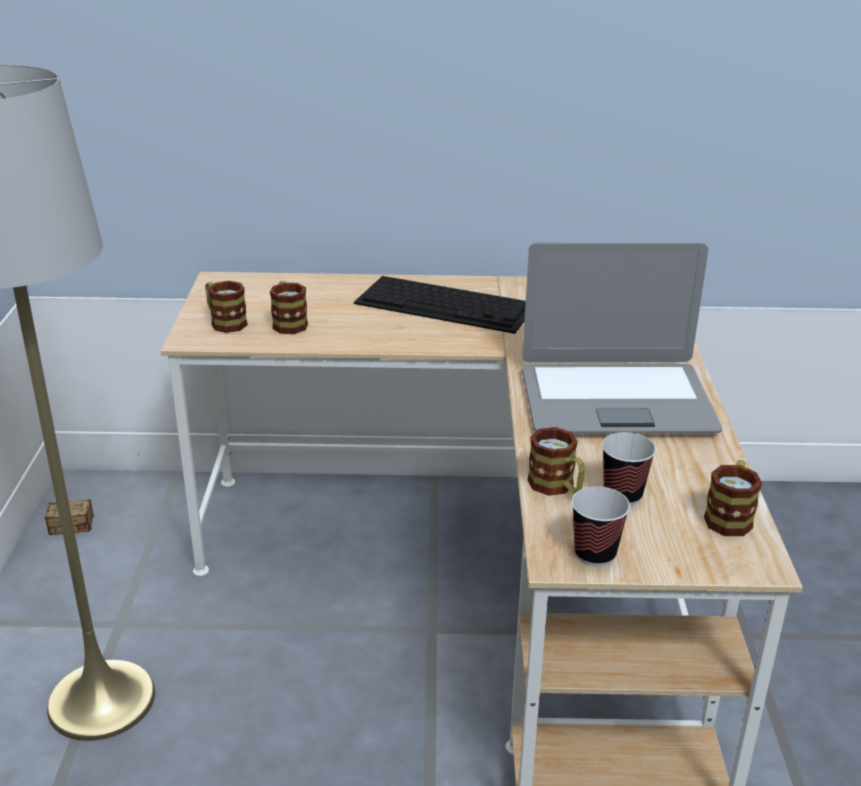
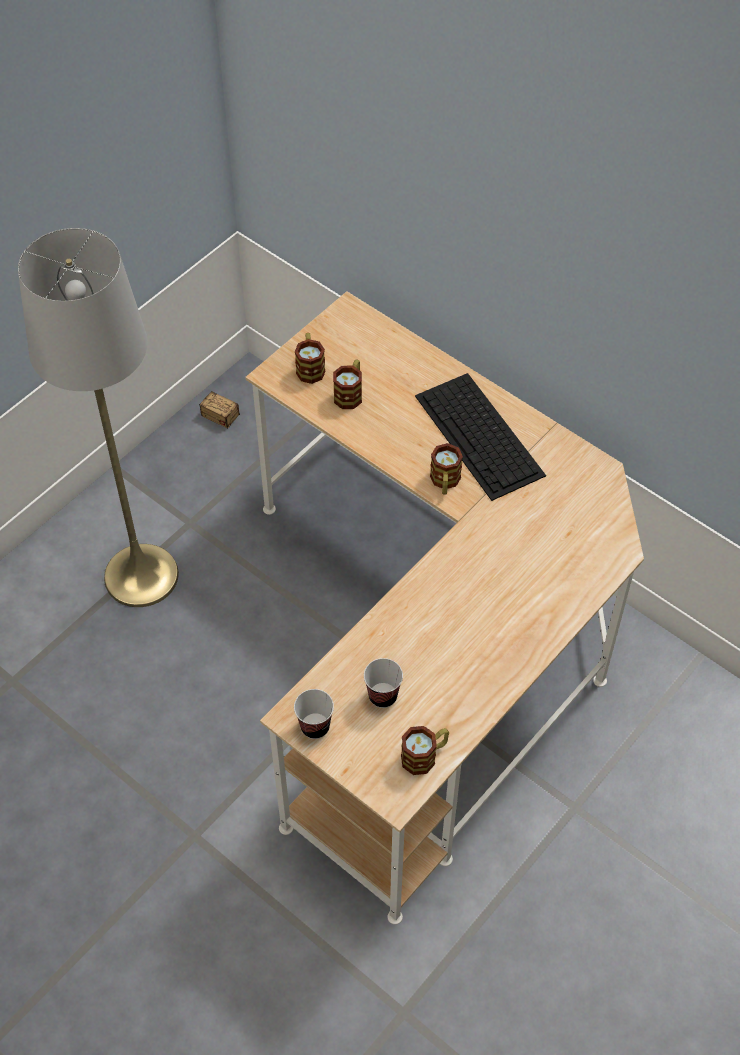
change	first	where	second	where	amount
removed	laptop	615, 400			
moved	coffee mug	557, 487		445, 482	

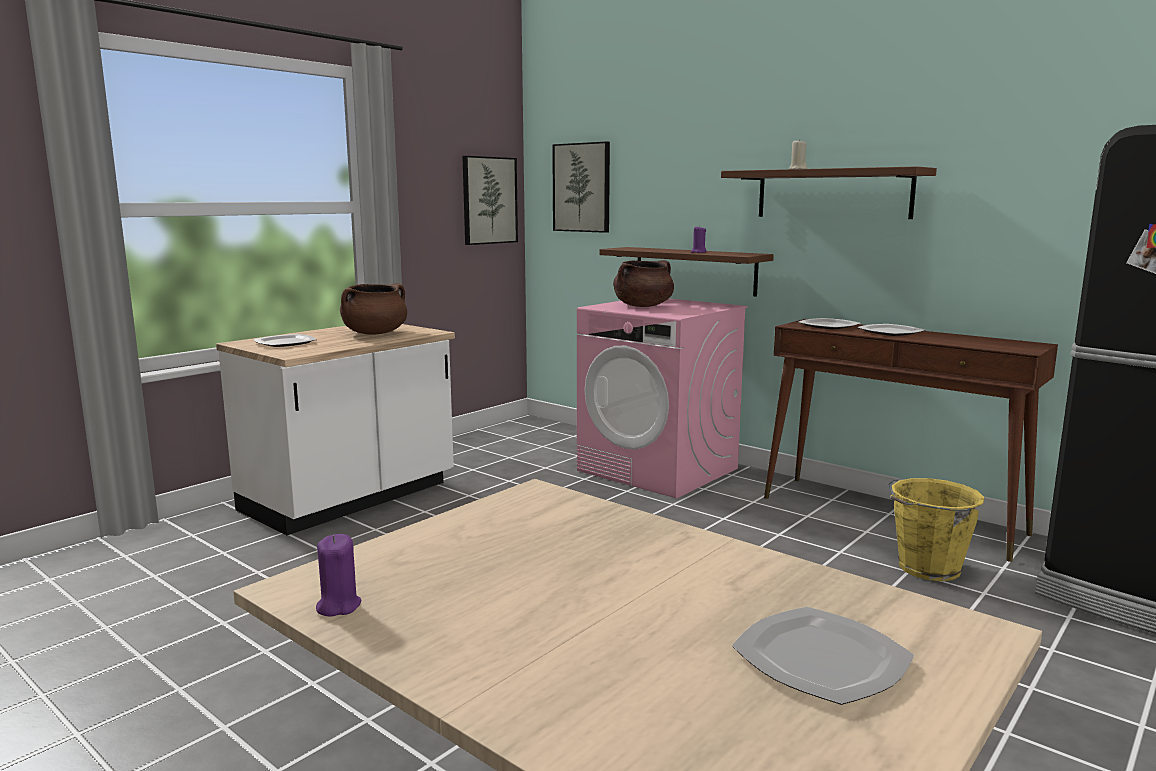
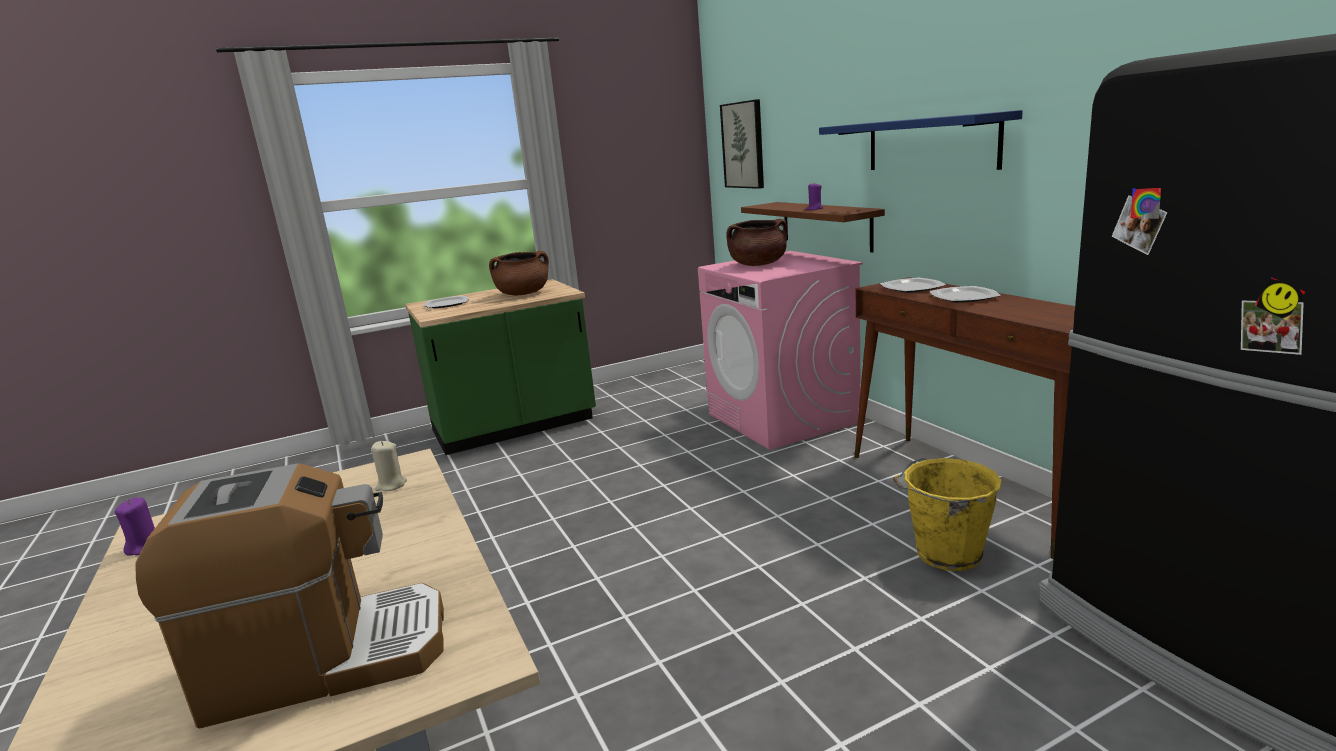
change	first	where	second	where	amount
recoloured	counter in whitish	350, 498	counter in greenish	514, 427	
removed	picture	489, 200			
recoloured	shelf in brown	833, 194	shelf in bluish	931, 143	
replaced	plate	819, 659	coffee machine	326, 658	
moved	wax light in beige	797, 169		391, 485	

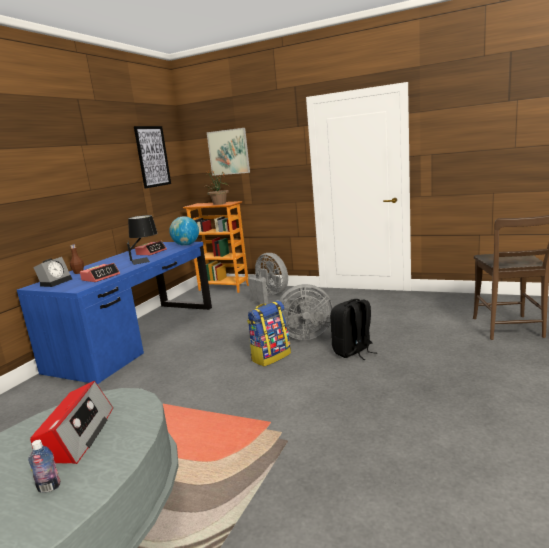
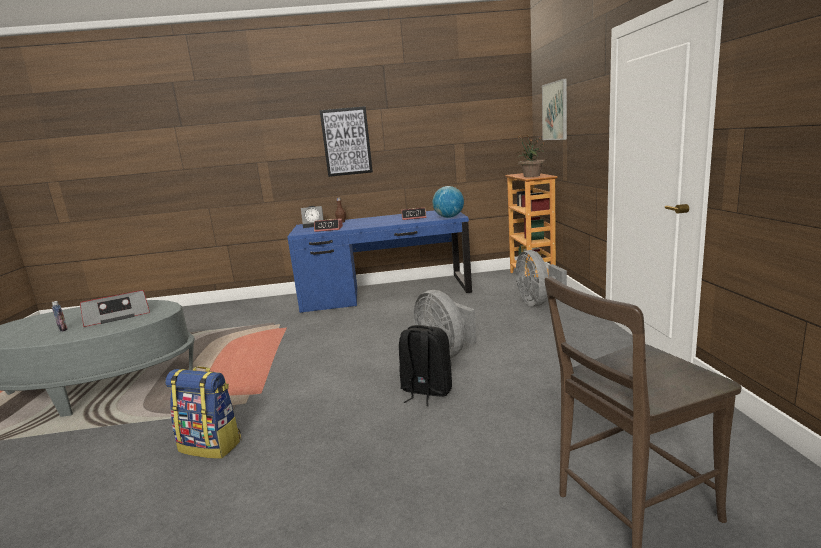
change	first	where	second	where	amount
removed	tabletop lamp in black-coloured	145, 260			
moved	picture	152, 156		346, 142	
moved	rucksack	270, 357		212, 445	
turned	electric fan in grey	270, 296		538, 303	150 degrees clockwise

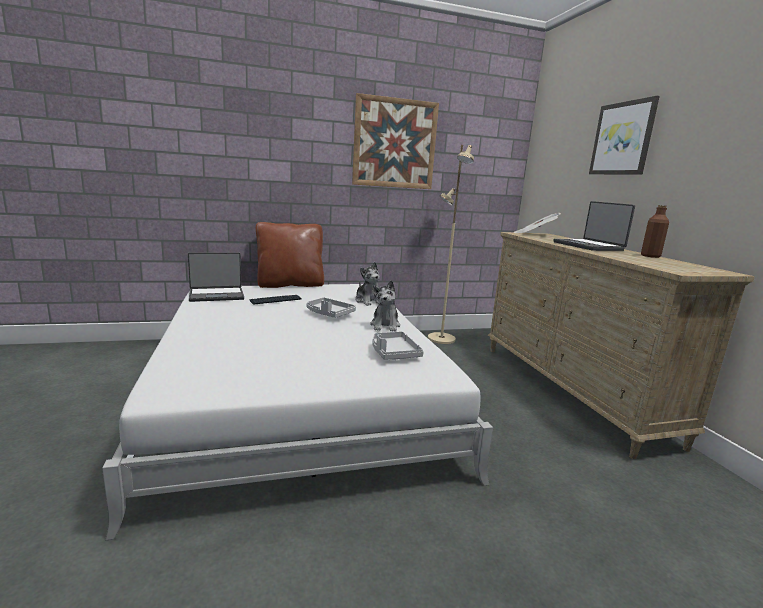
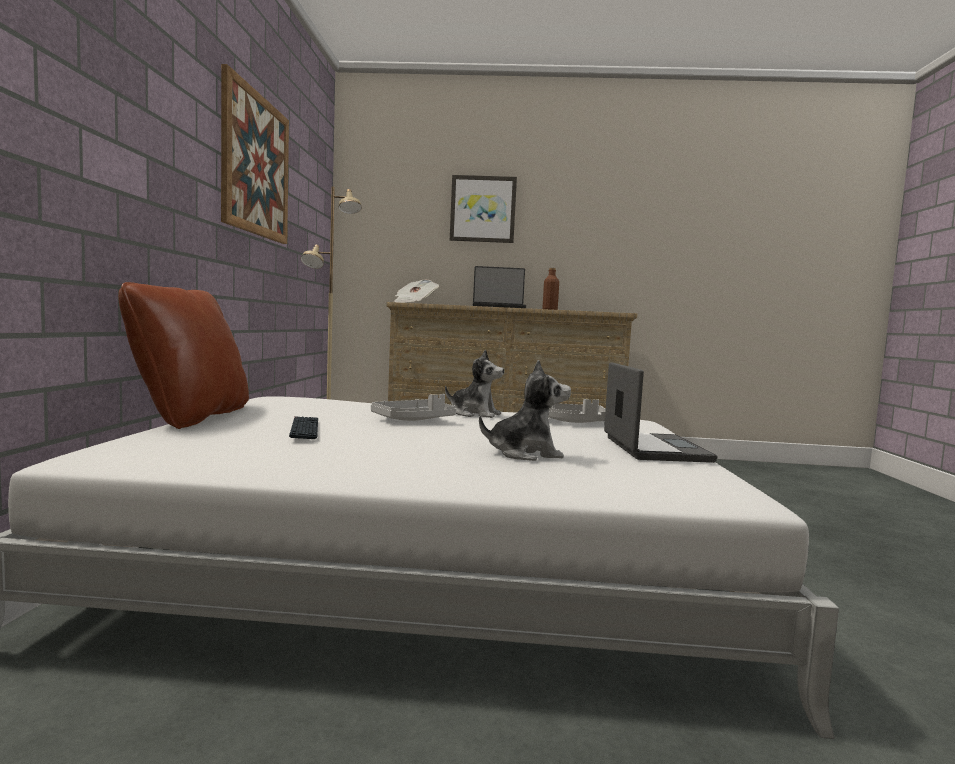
change	first	where	second	where	amount
moved	laptop	216, 295		652, 449	
moved	soft toy	368, 301		525, 454	

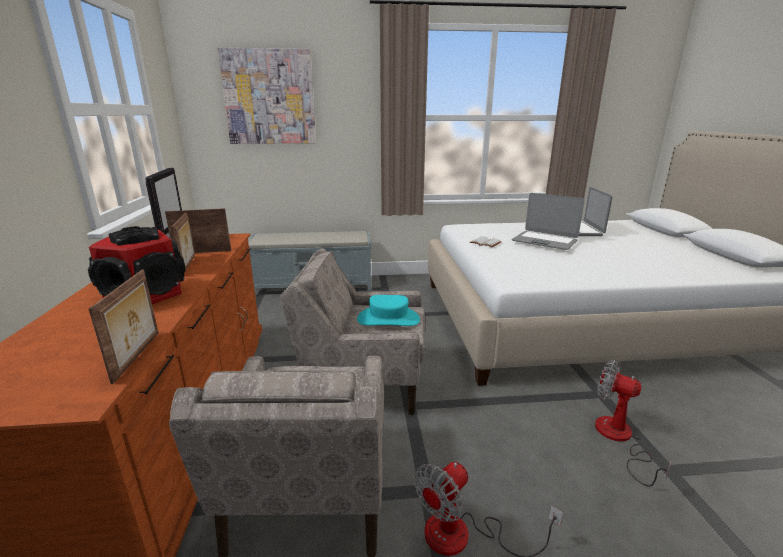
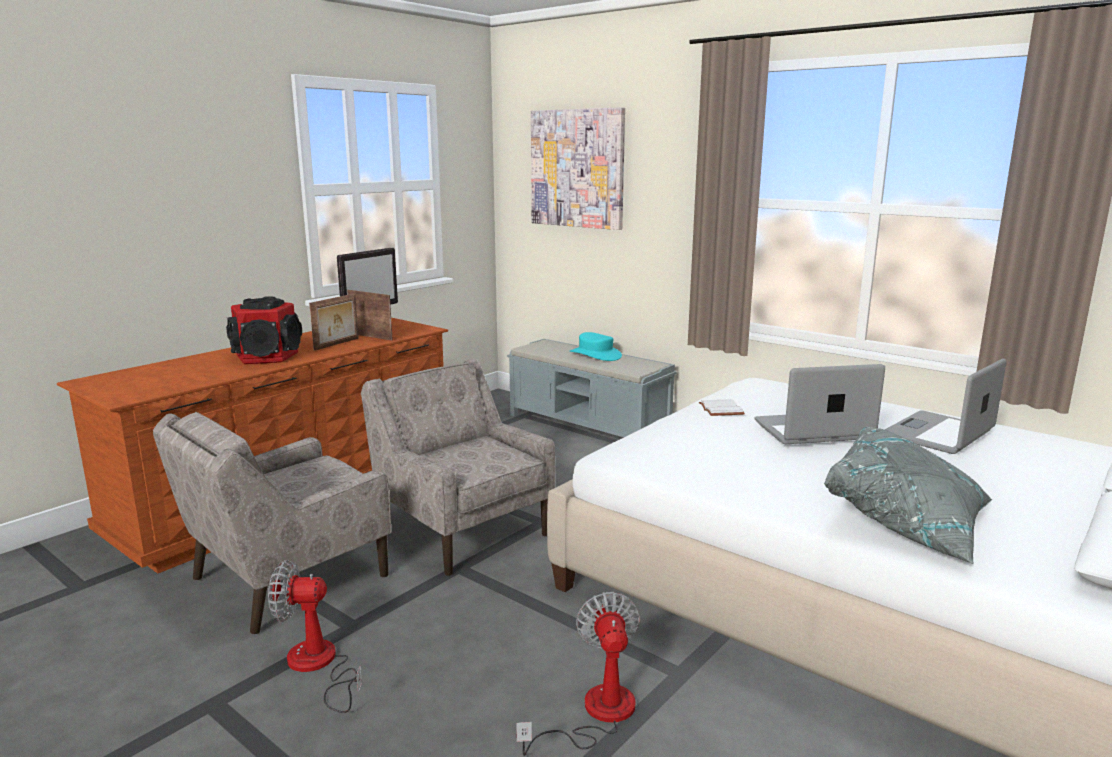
change	first	where	second	where	amount
removed	photo frame	139, 356			
moved	clothing hat in turquoise-coloured	388, 319		595, 354	
turned	laptop	544, 241		813, 431	90 degrees clockwise
added			pillow in grey	907, 522	

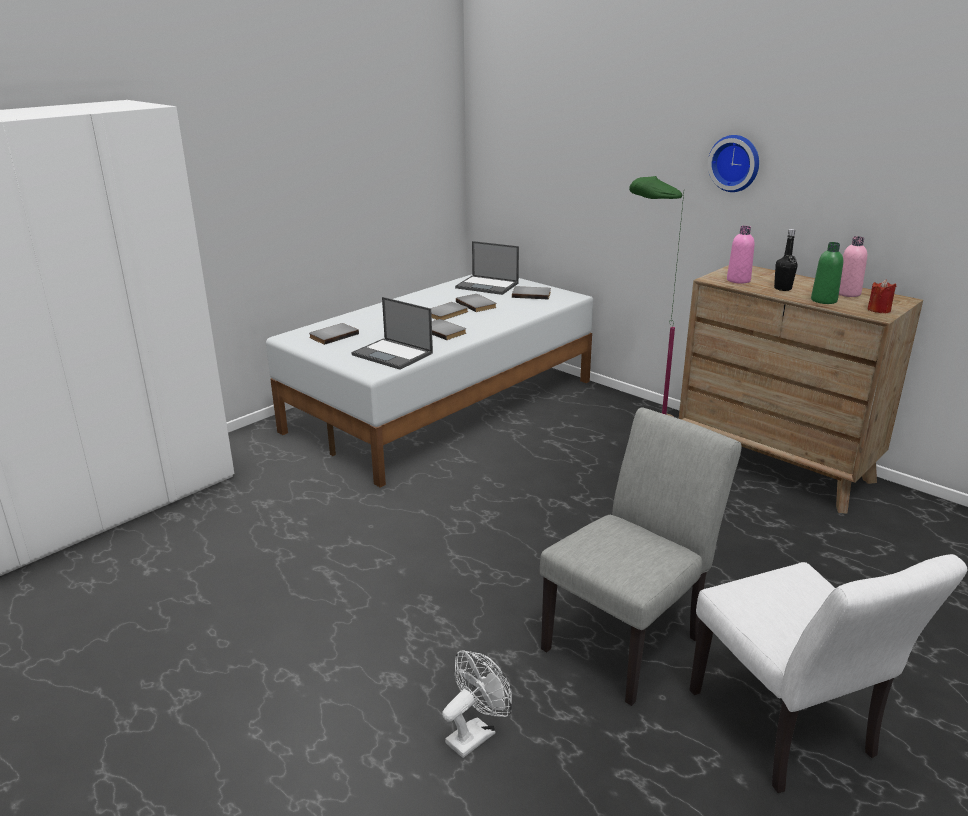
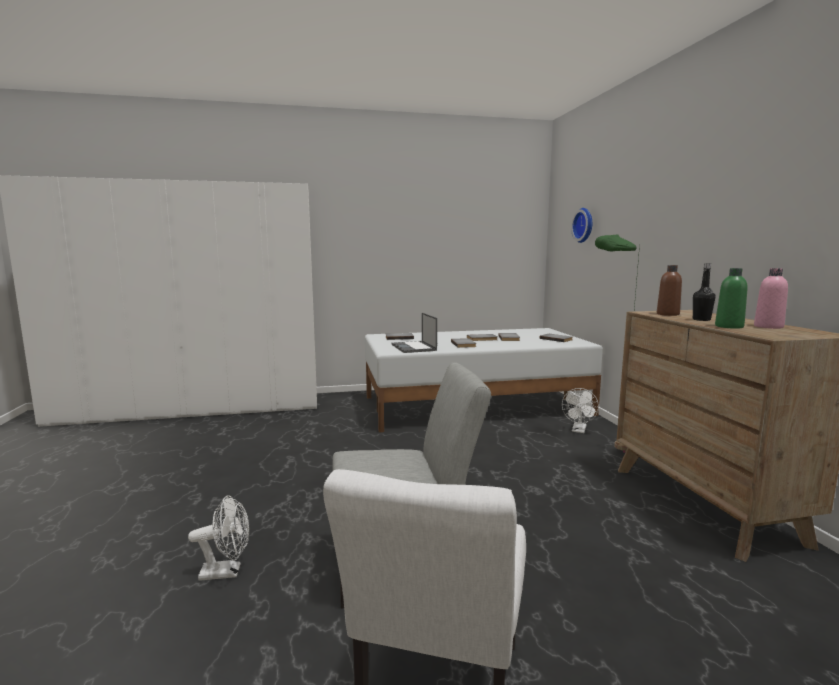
change	first	where	second	where	amount
removed	laptop	488, 285			
moved	hanging clock	735, 163		584, 225	
recoloured	drink bottle in pink	738, 280	drink bottle in brown	667, 314	
removed	wax light in red-coloured	879, 310			
added			electric fan in whitish	579, 430	

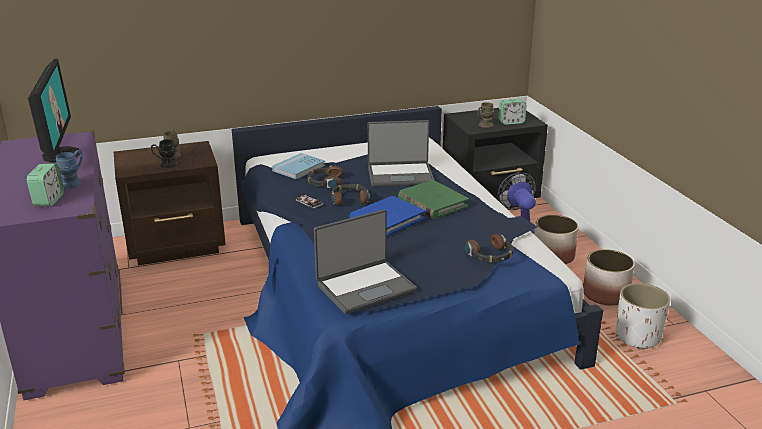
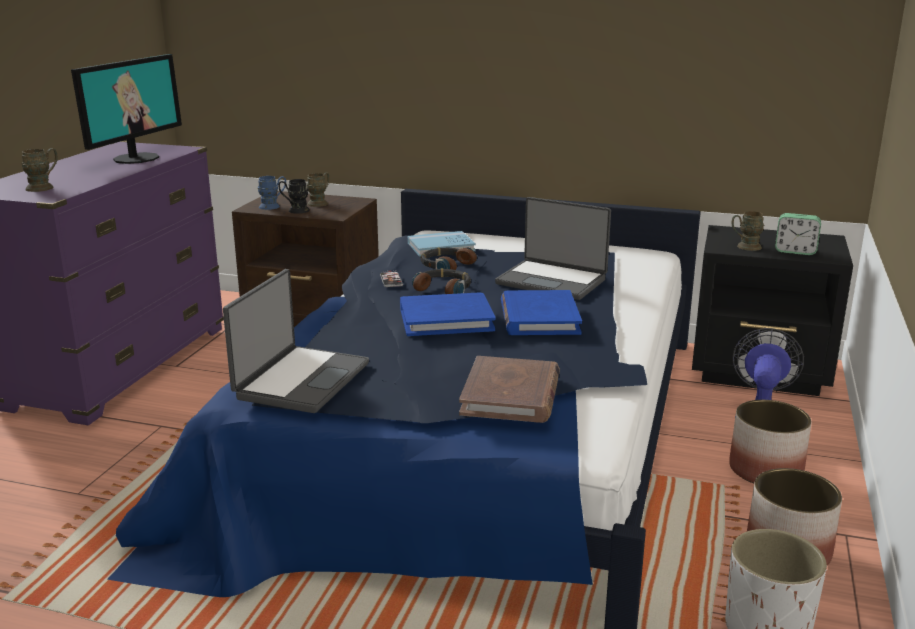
change	first	where	second	where	amount
replaced	alarm clock	49, 200	coffee mug in brown	44, 187	
moved	coffee mug in bluish	73, 182		273, 206	
turned	laptop	365, 287		300, 380	75 degrees counterclockwise
recoloured	volume in greenish	432, 203	volume in bluish	539, 318	
replaced	pair of headphones	490, 255	volume in brown	511, 395	

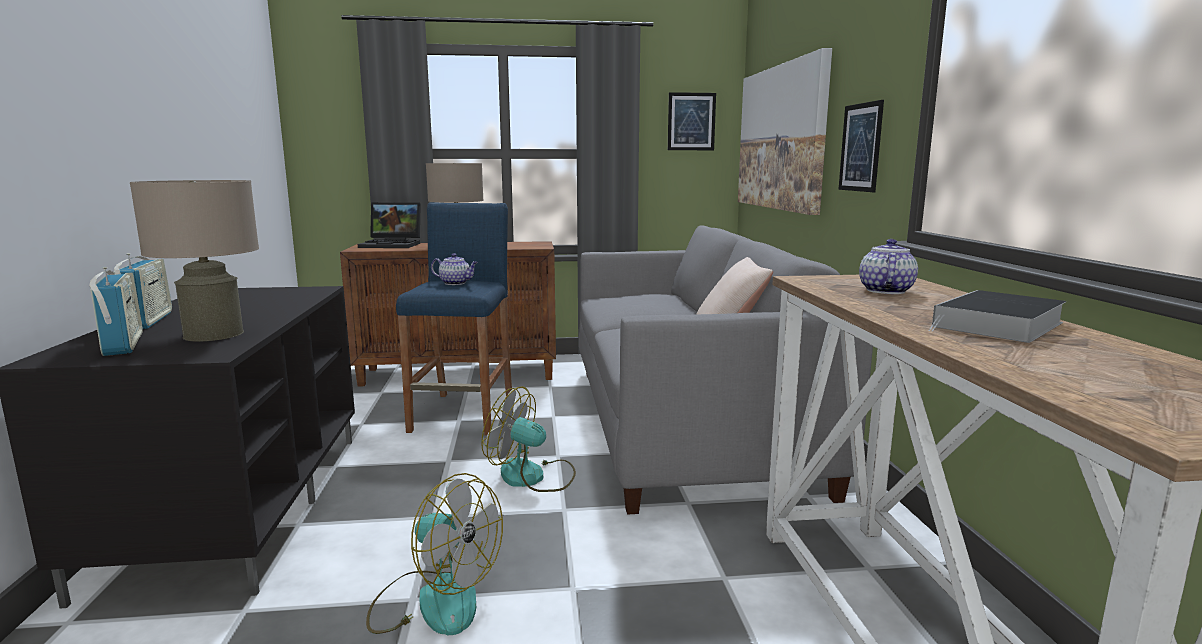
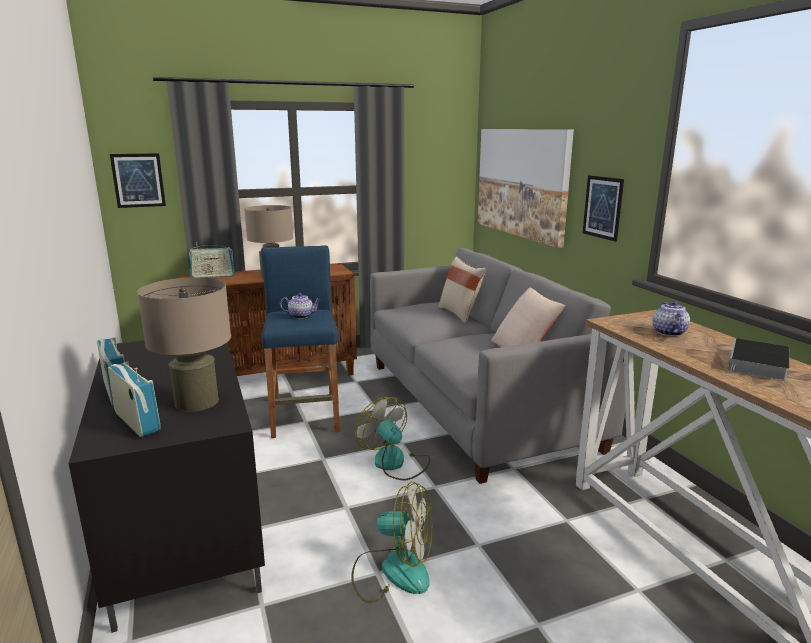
change	first	where	second	where	amount
replaced	laptop	393, 245	radio set	213, 276	
turned	electric fan	532, 477		395, 463	45 degrees clockwise
moved	picture	691, 121		138, 180	
added			pillow in beige	460, 314	

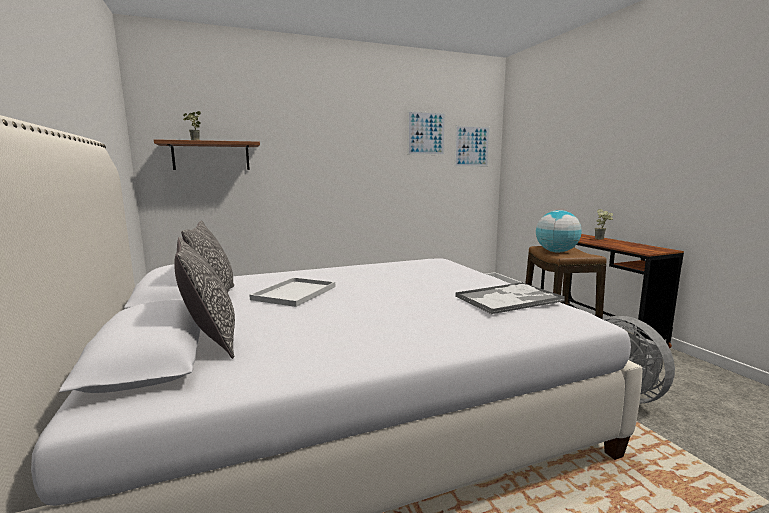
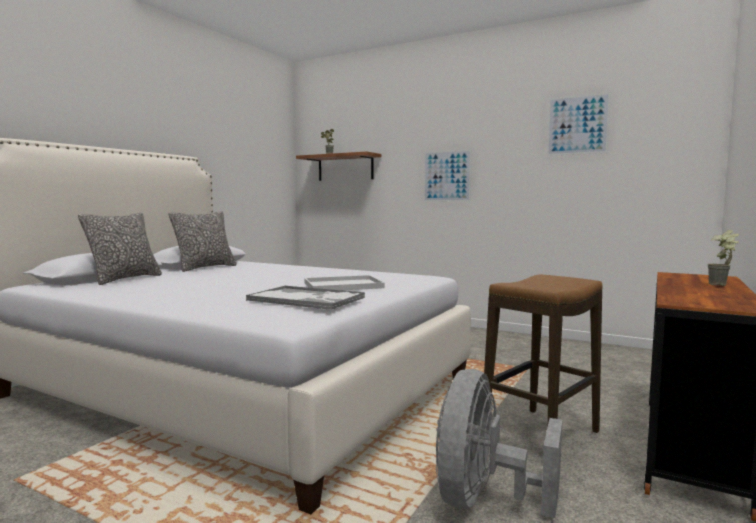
change	first	where	second	where	amount
moved	carrying tray in whitish	295, 292		344, 285	
moved	picture	472, 146		447, 176	
removed	globe	556, 252			

